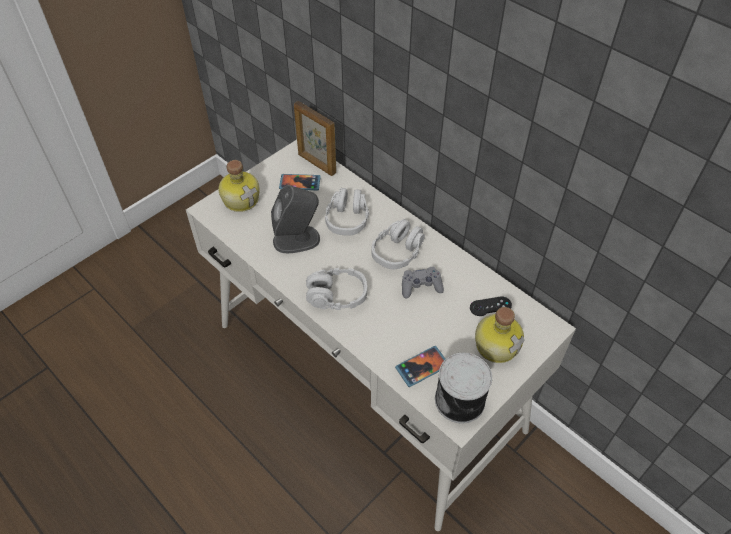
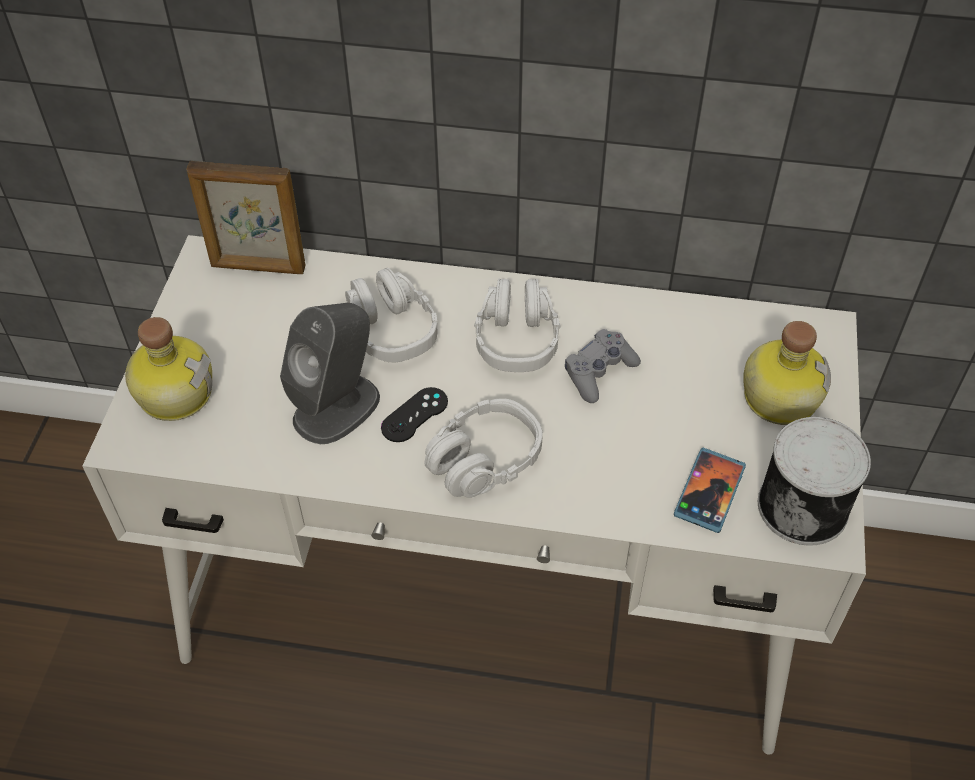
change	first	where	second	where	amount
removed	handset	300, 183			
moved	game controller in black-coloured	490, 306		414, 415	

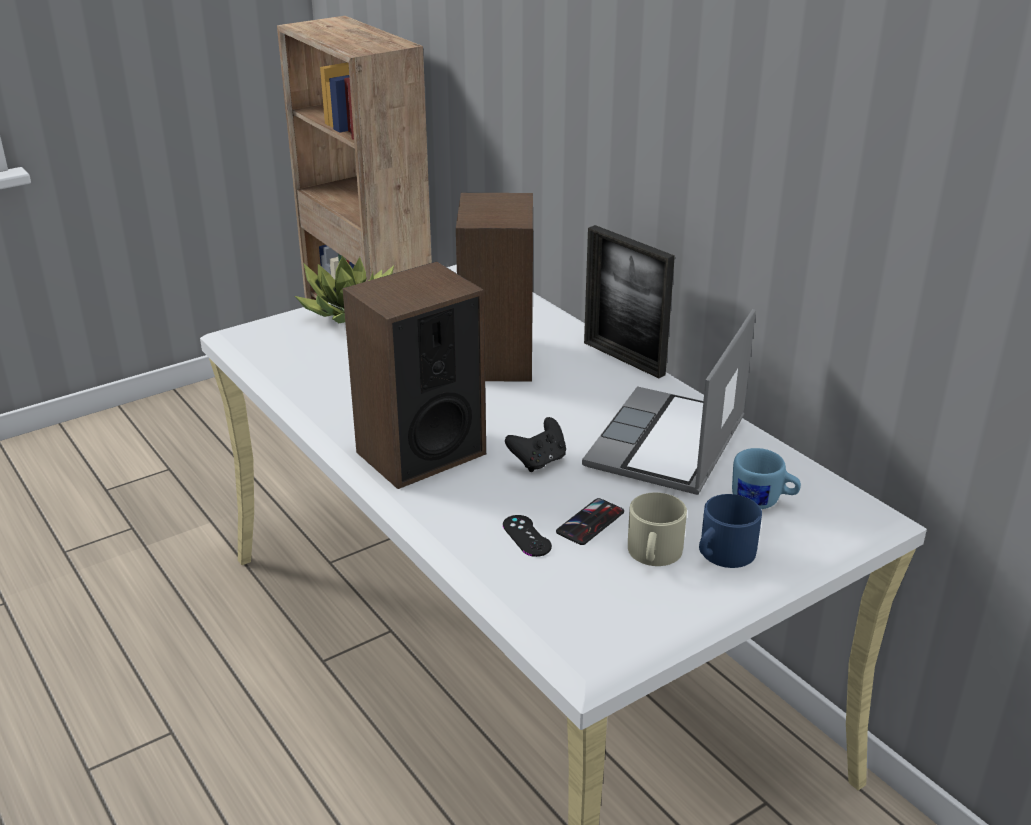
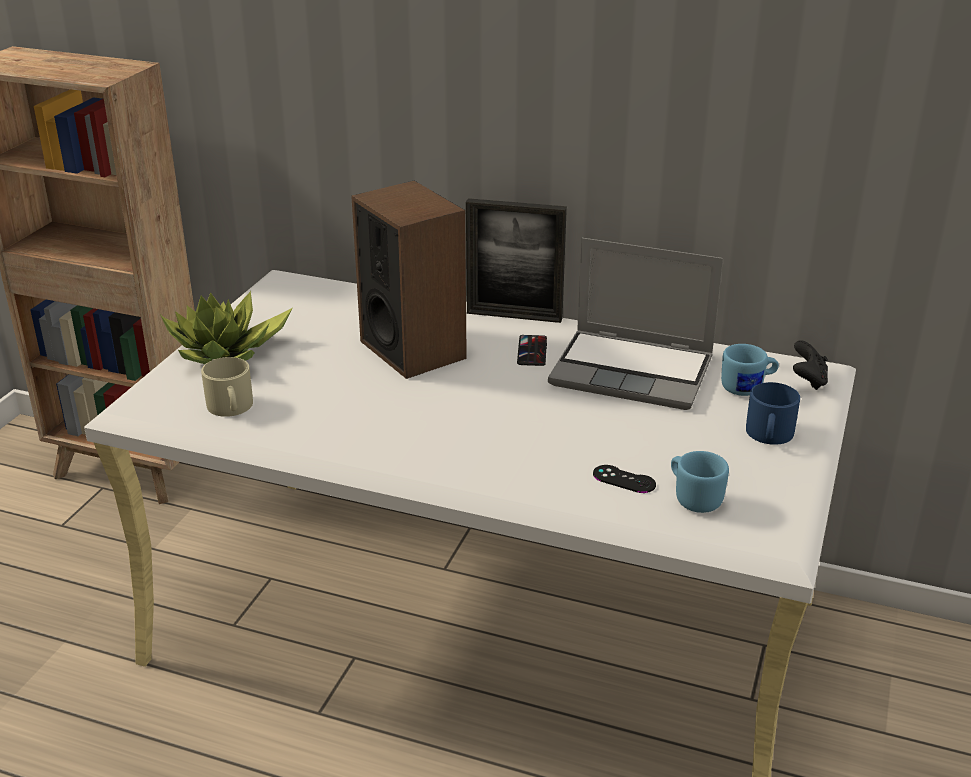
change	first	where	second	where	amount
removed	speaker	420, 453			
moved	game controller in black-coloured	538, 461		808, 381	
moved	handset	590, 522		532, 351	
turned	laptop	668, 445		634, 371	60 degrees counterclockwise
moved	coffee mug in beige	653, 553		231, 407	
added			coffee mug in bluish	694, 498	

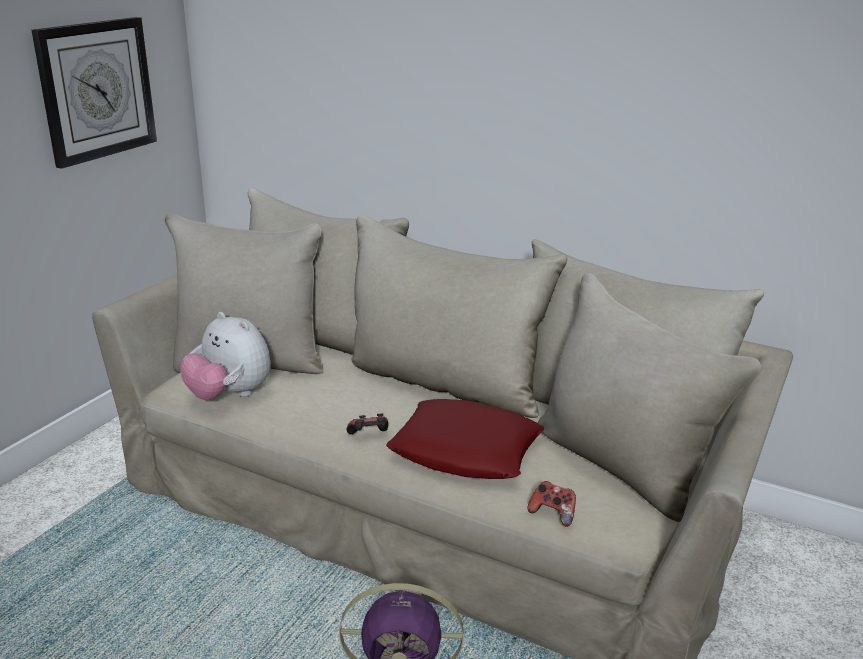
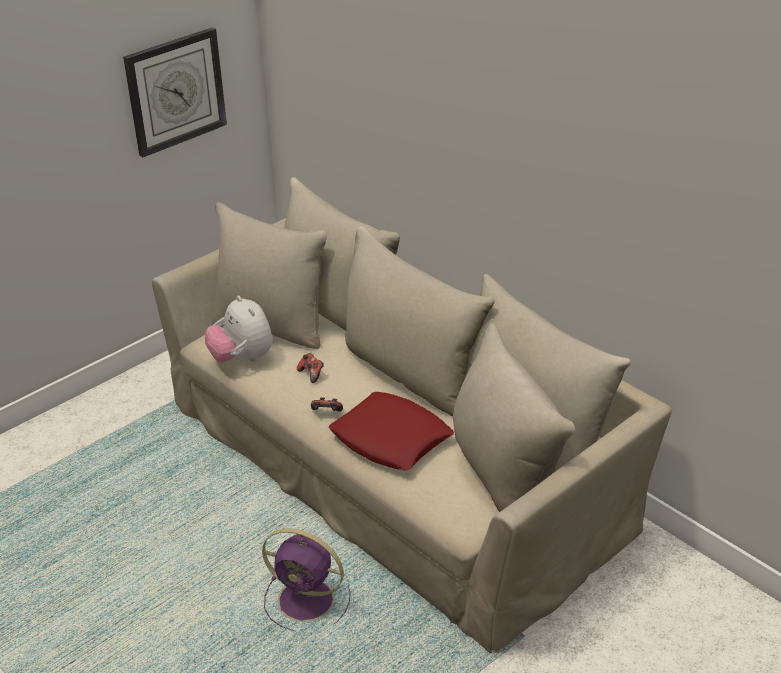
change	first	where	second	where	amount
moved	game controller	553, 514		311, 374	

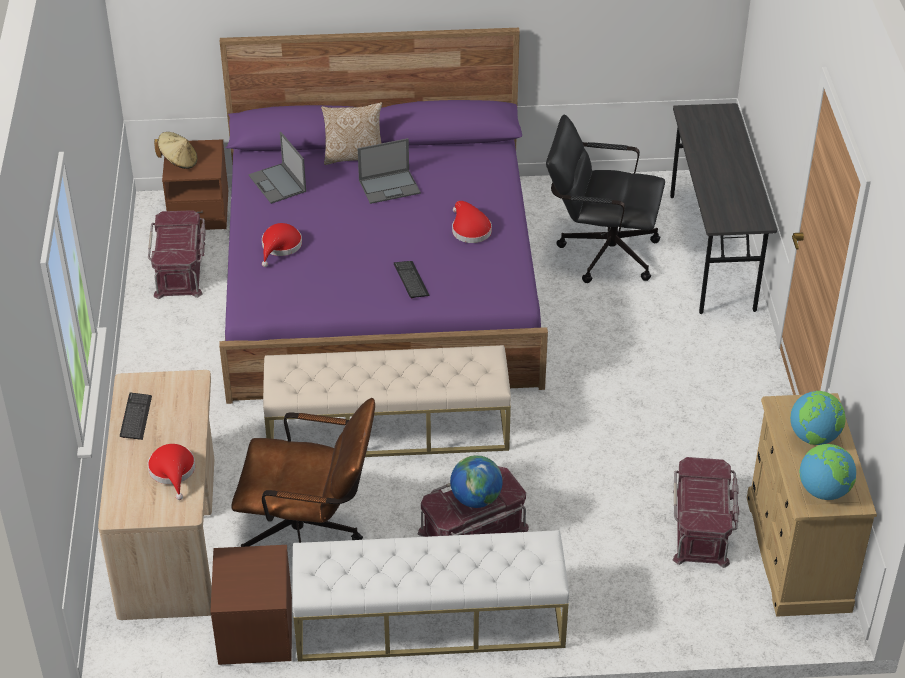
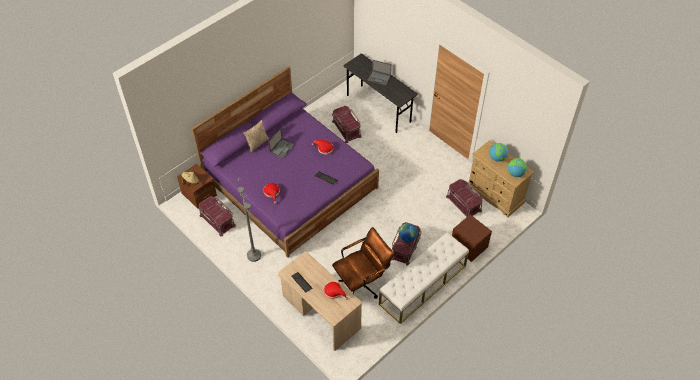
change	first	where	second	where	amount
moved	nightstand in brown	255, 631		469, 246	
moved	laptop	278, 184		379, 78	
removed	bench in beige	388, 429			
replaced	computer chair in black-coloured	600, 252	storage bin in red-coloured	346, 129	
added			floor lamp in grey	254, 255	

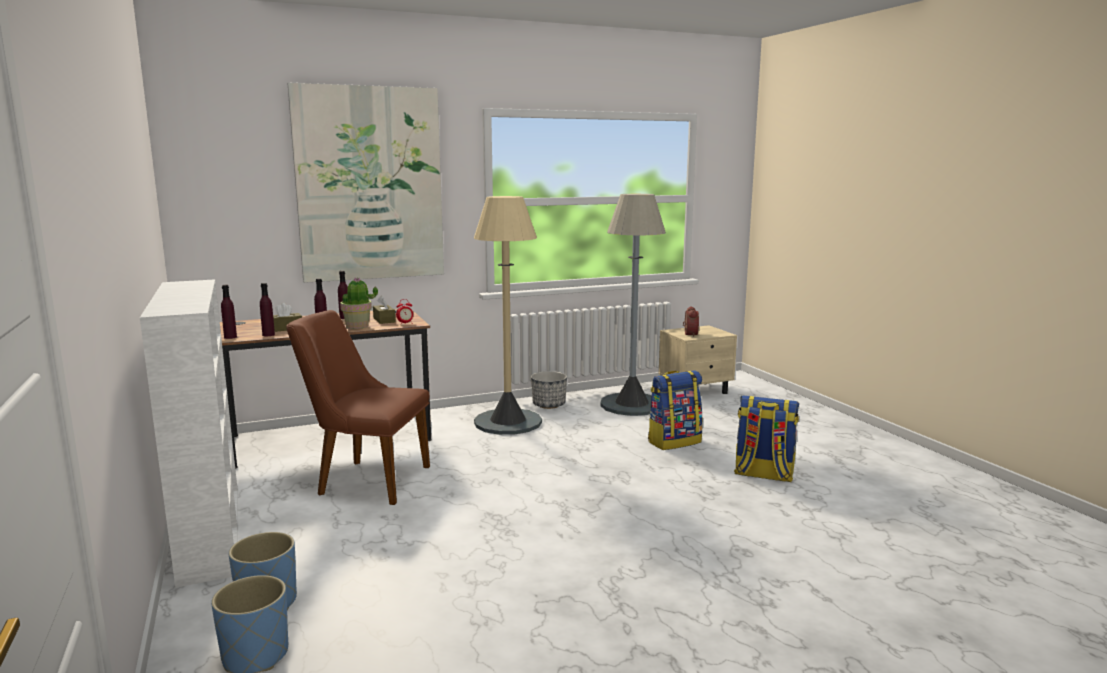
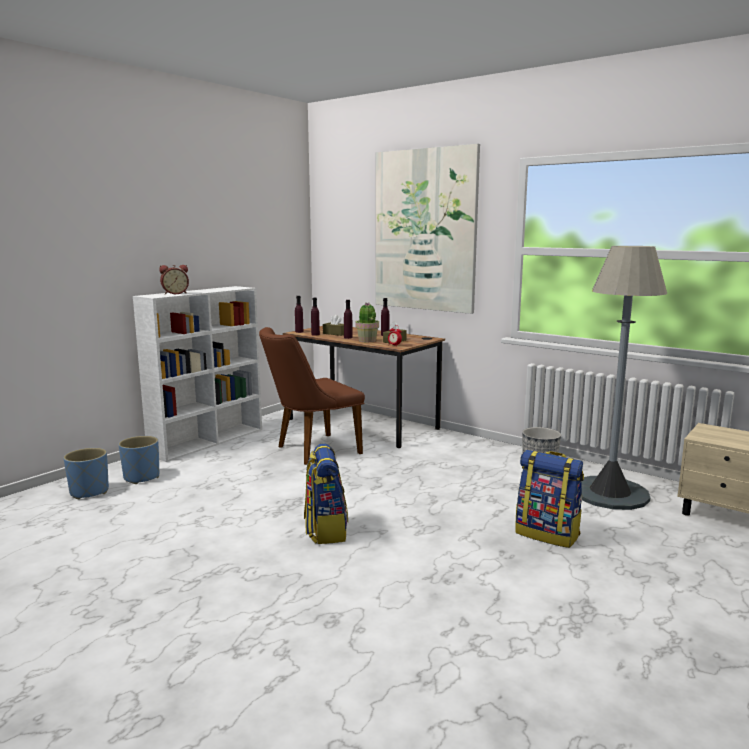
change	first	where	second	where	amount
turned	plain chair in brown	364, 479		311, 450	105 degrees counterclockwise
removed	floor lamp in beige	508, 422			
moved	alarm clock	689, 334		175, 293	
moved	rucksack	763, 475		325, 530	

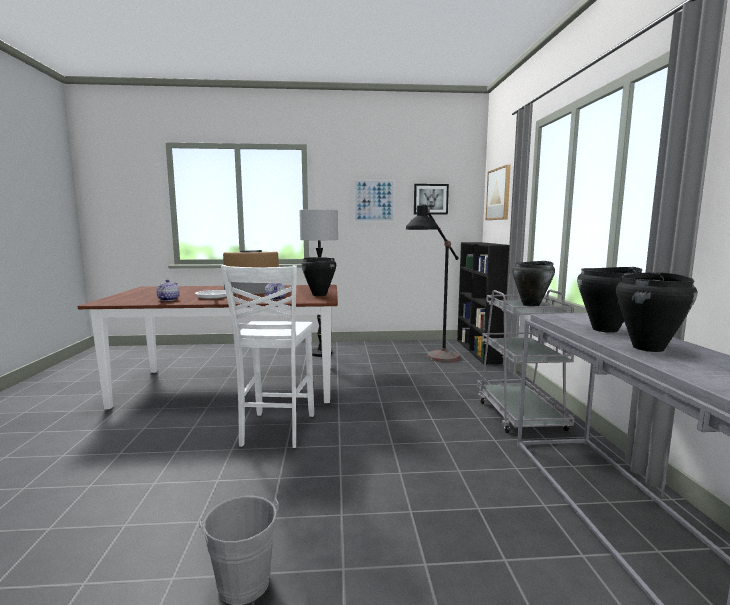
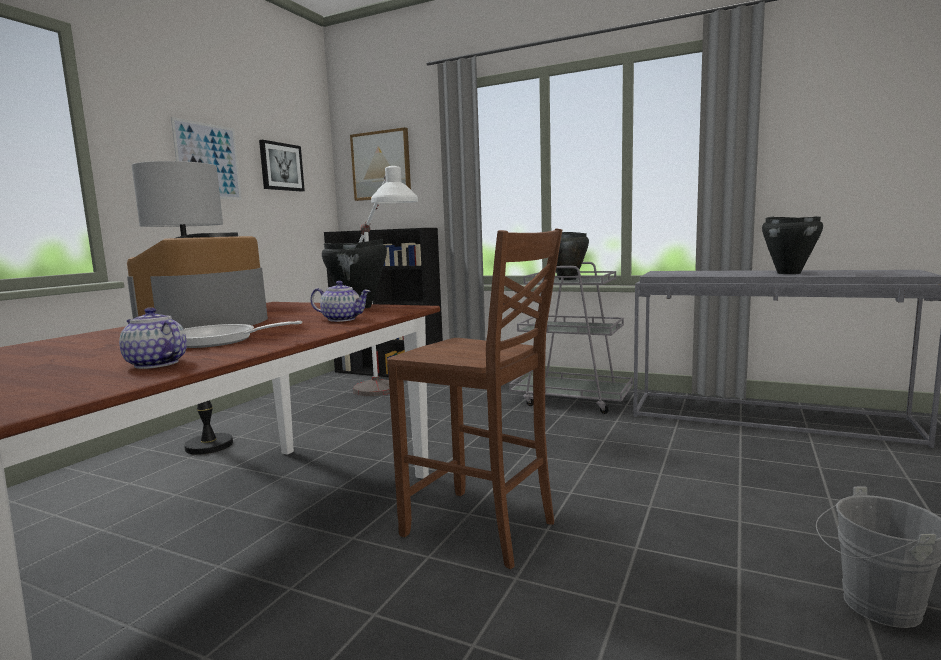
change	first	where	second	where	amount
recoloured	plain chair in whitish	276, 430	plain chair in brown	482, 529	
recoloured	floor lamp in black-coloured	433, 363	floor lamp in whitish	387, 397	
removed	saucepot in black-coloured	606, 330			

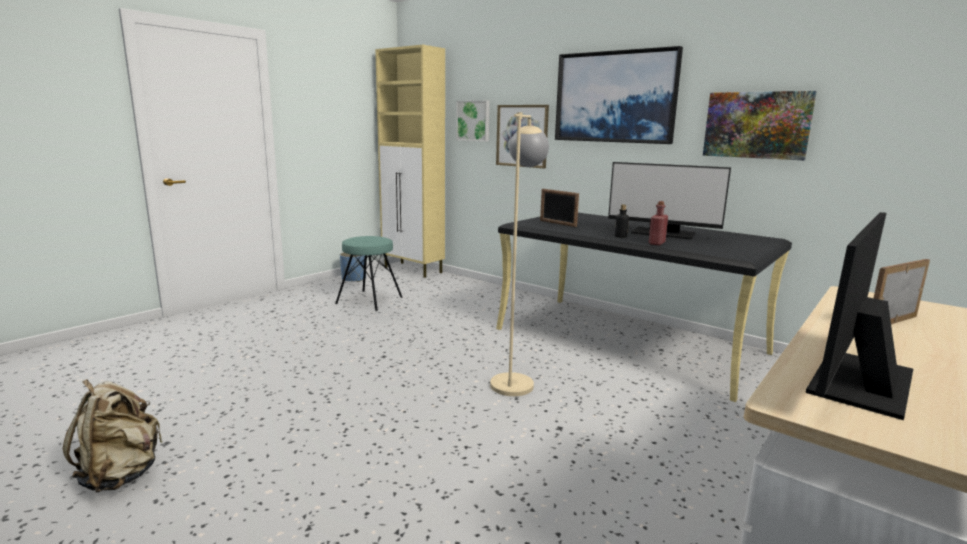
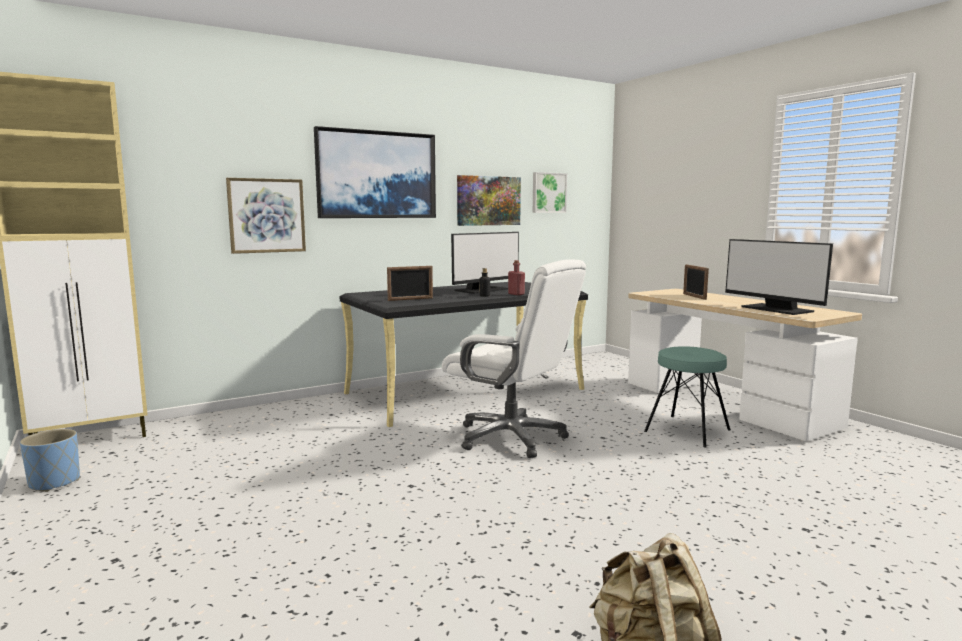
change	first	where	second	where	amount
moved	sitting stool in turquoise-coloured	369, 300		687, 430	
moved	picture	474, 121		548, 193	
replaced	floor lamp in beige	515, 379	computer chair in whitish	512, 437	

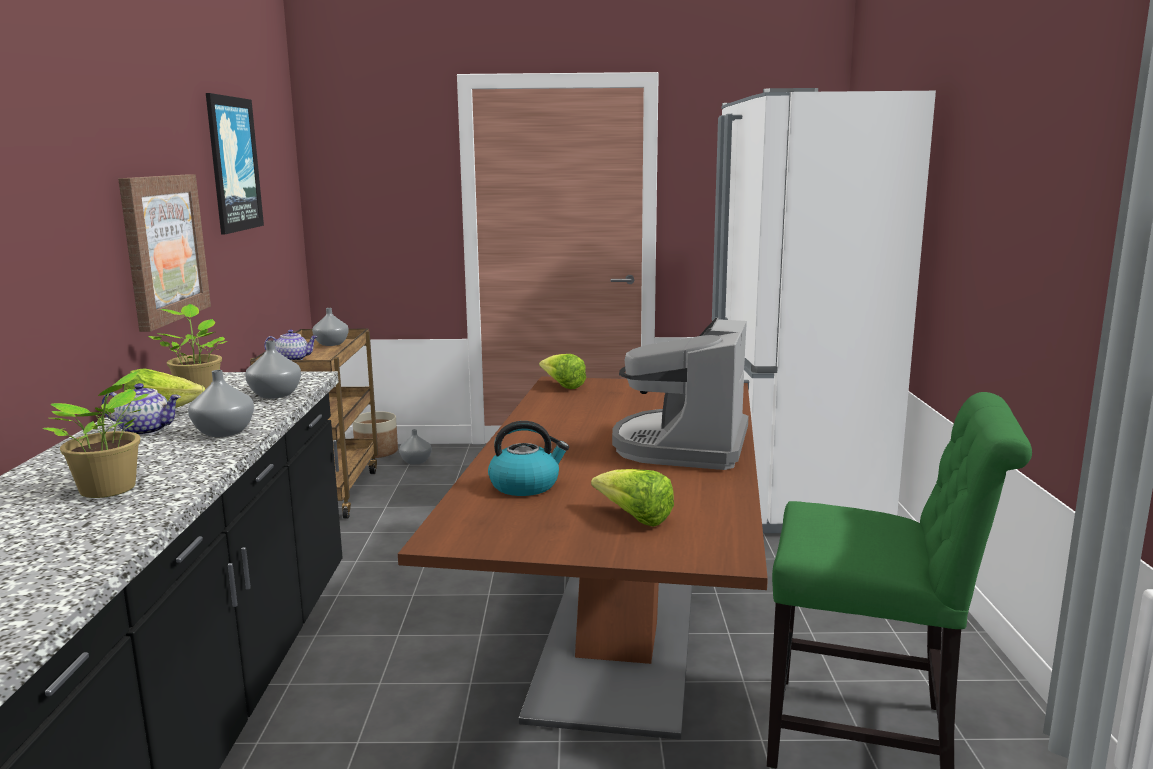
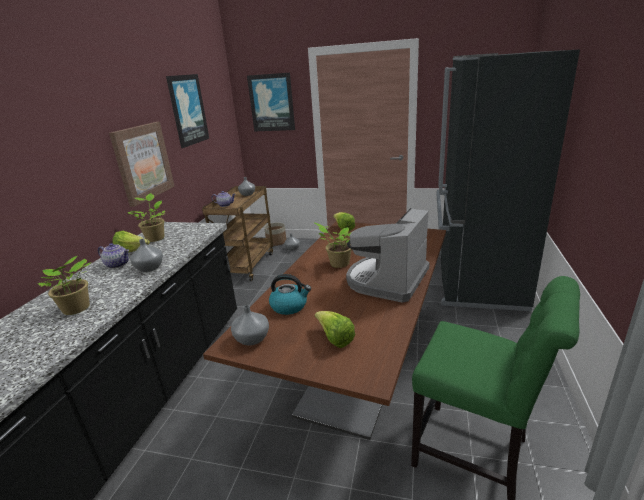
change	first	where	second	where	amount
moved	vase in grey	274, 395		251, 339	
recoloured	fridge in whitish	785, 491	fridge in black-coloured	476, 278	
added			picture	272, 103	
added			houseplant	338, 263	

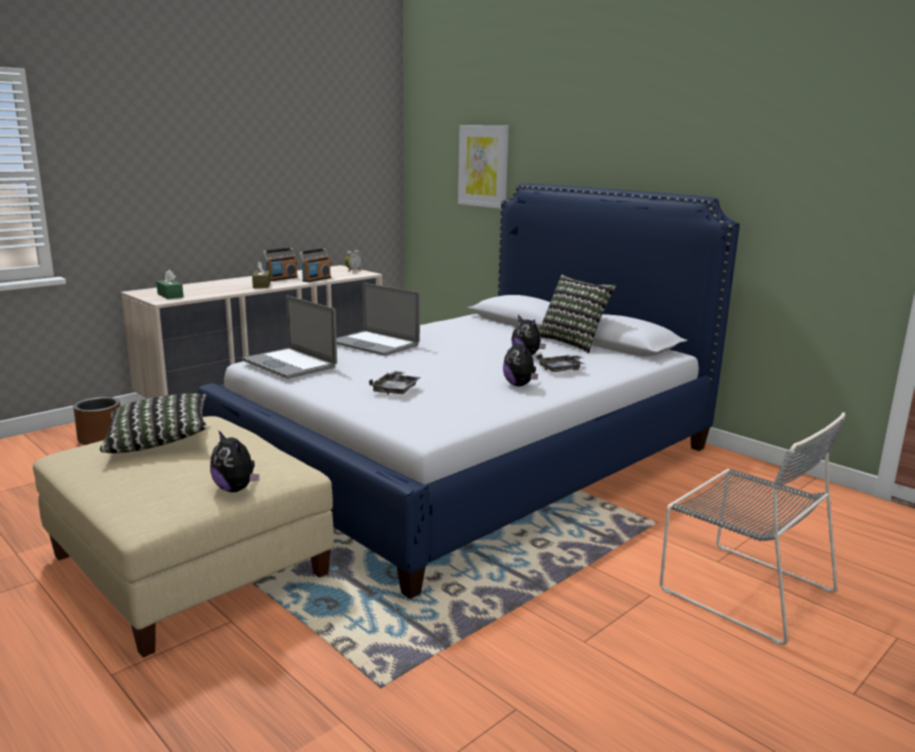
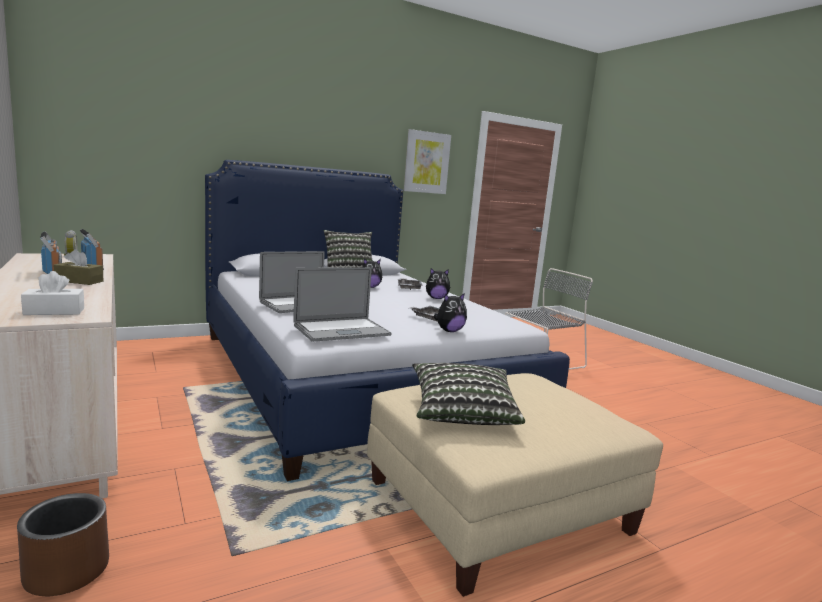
change	first	where	second	where	amount
recoloured	tissue box in greenish	170, 295	tissue box in whitish	54, 311	
moved	soft toy	236, 489		449, 331	
moved	picture	483, 166		426, 162	

